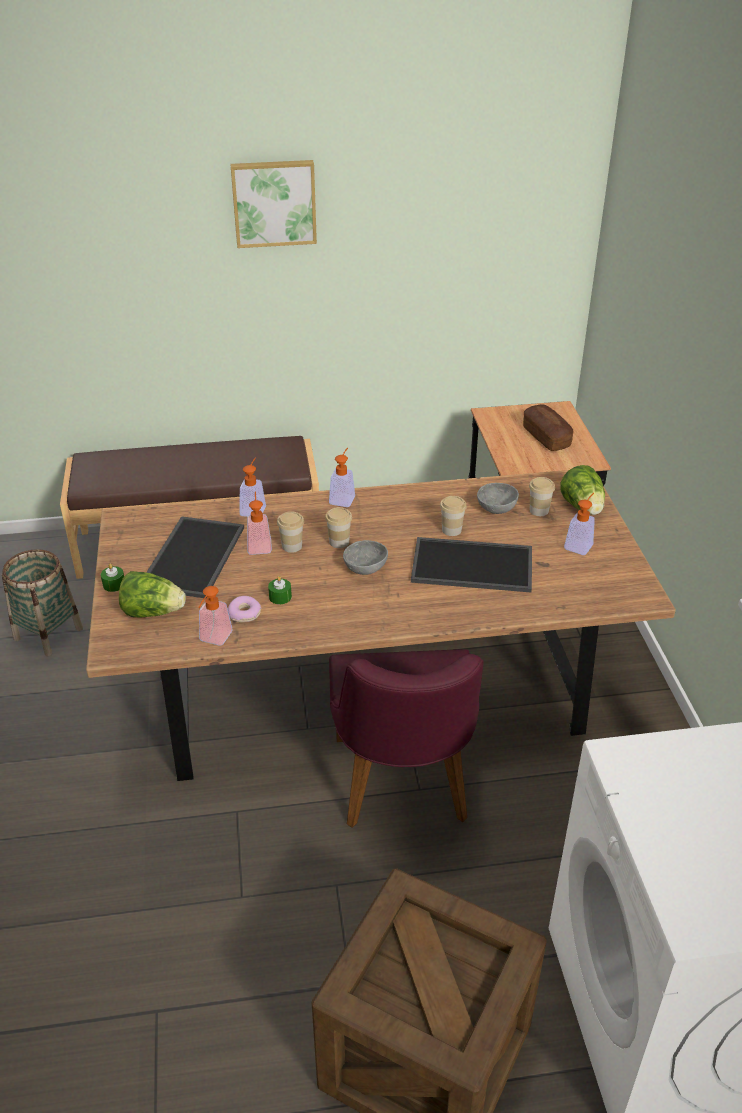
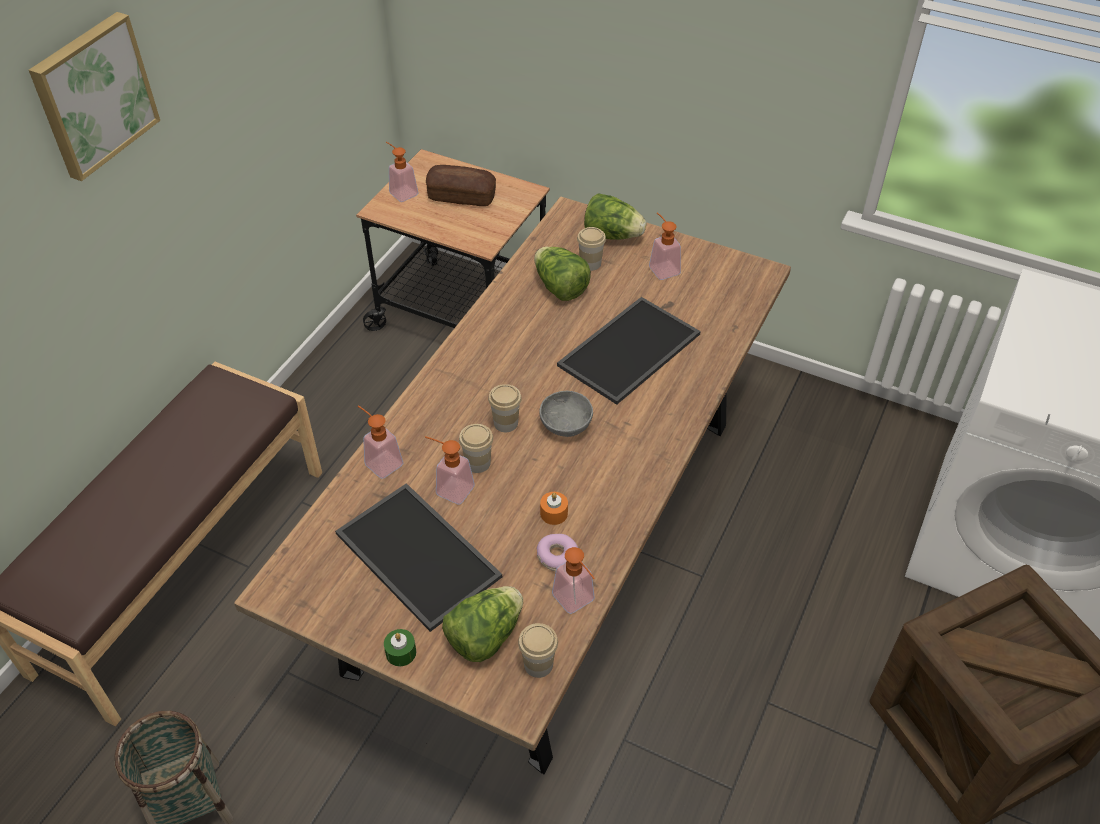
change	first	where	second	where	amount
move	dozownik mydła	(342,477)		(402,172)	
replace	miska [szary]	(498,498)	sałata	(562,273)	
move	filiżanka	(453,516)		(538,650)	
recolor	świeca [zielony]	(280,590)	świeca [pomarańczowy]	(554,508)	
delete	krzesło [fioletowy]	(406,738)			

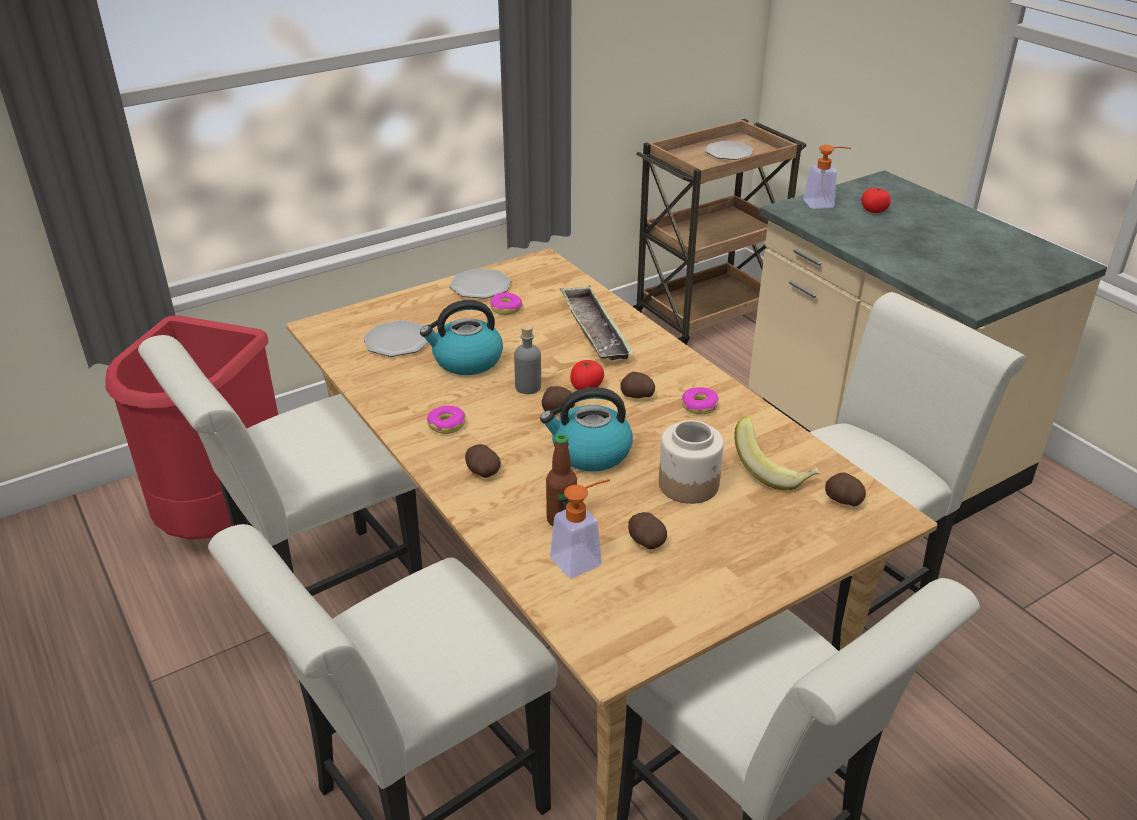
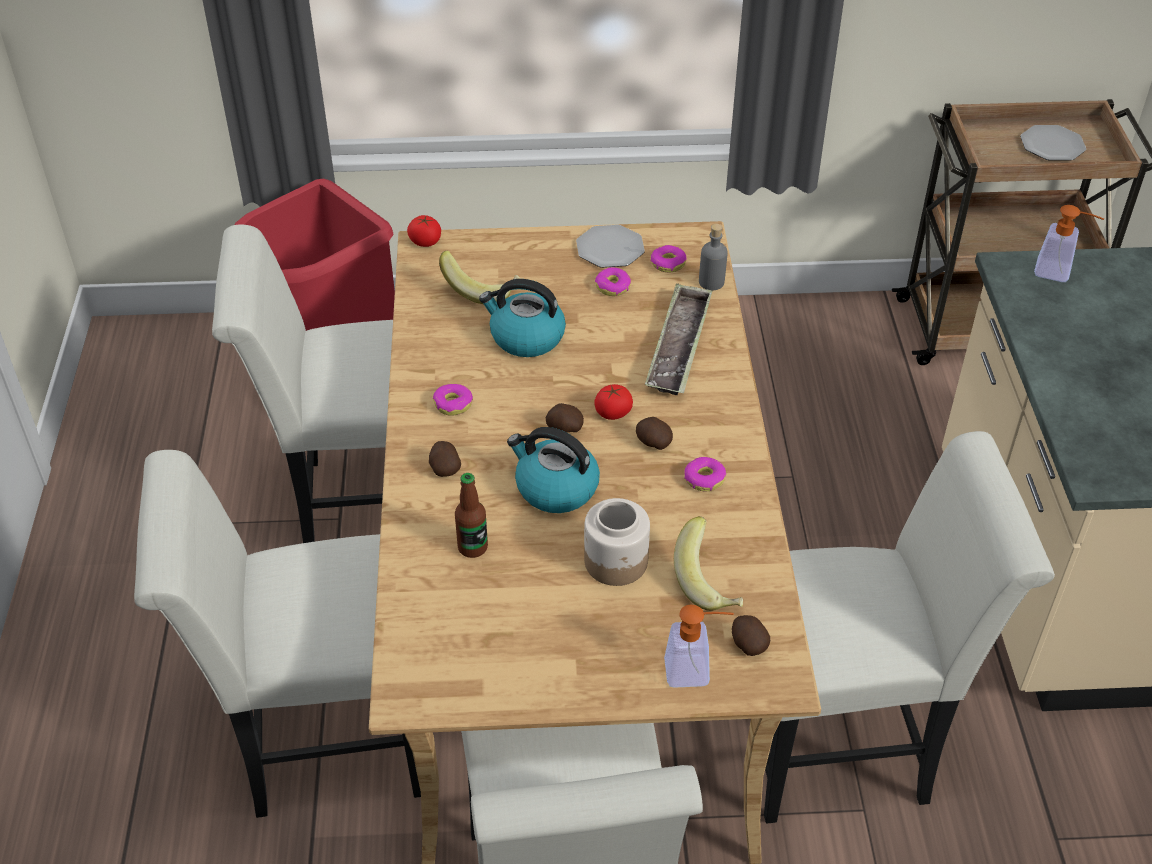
change	first	where	second	where	amount
move	pomidor	(876,200)		(424,231)	
replace	talerz	(395,338)	banan	(480,277)	
move	butelka [szary]	(527,359)		(713,257)	
move	dozownik mydła	(580,528)		(699,646)	
delete	ziemniak	(647,531)			
insert			donut	(669,258)	

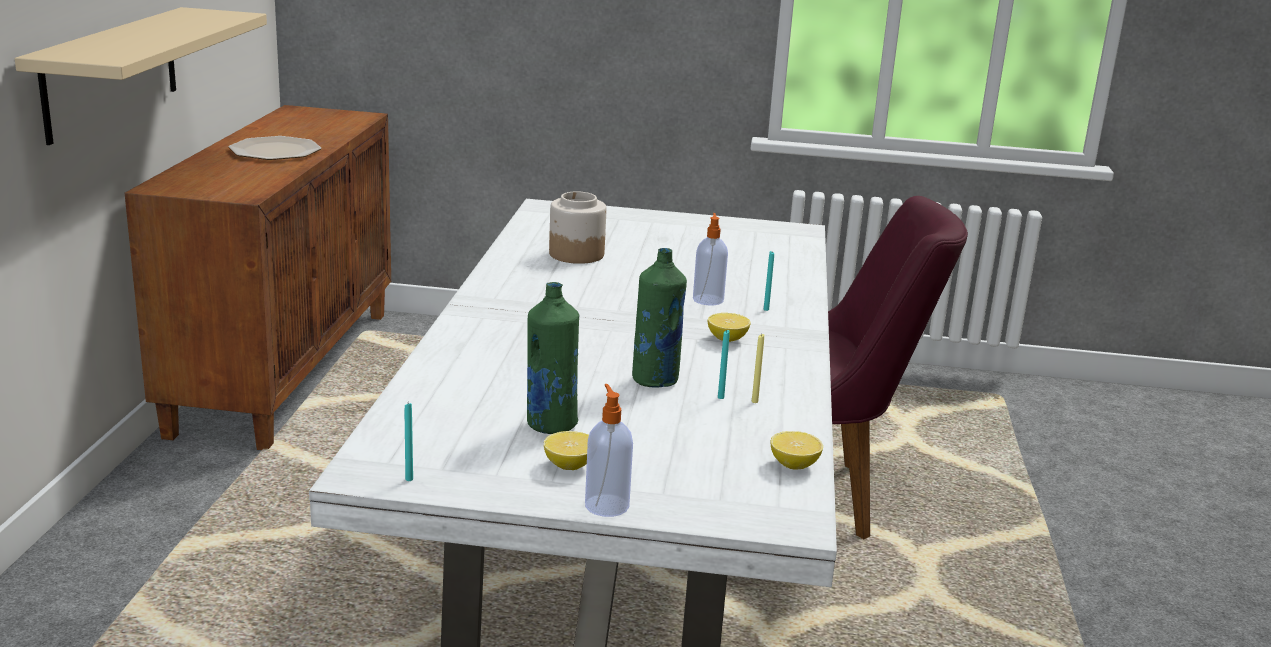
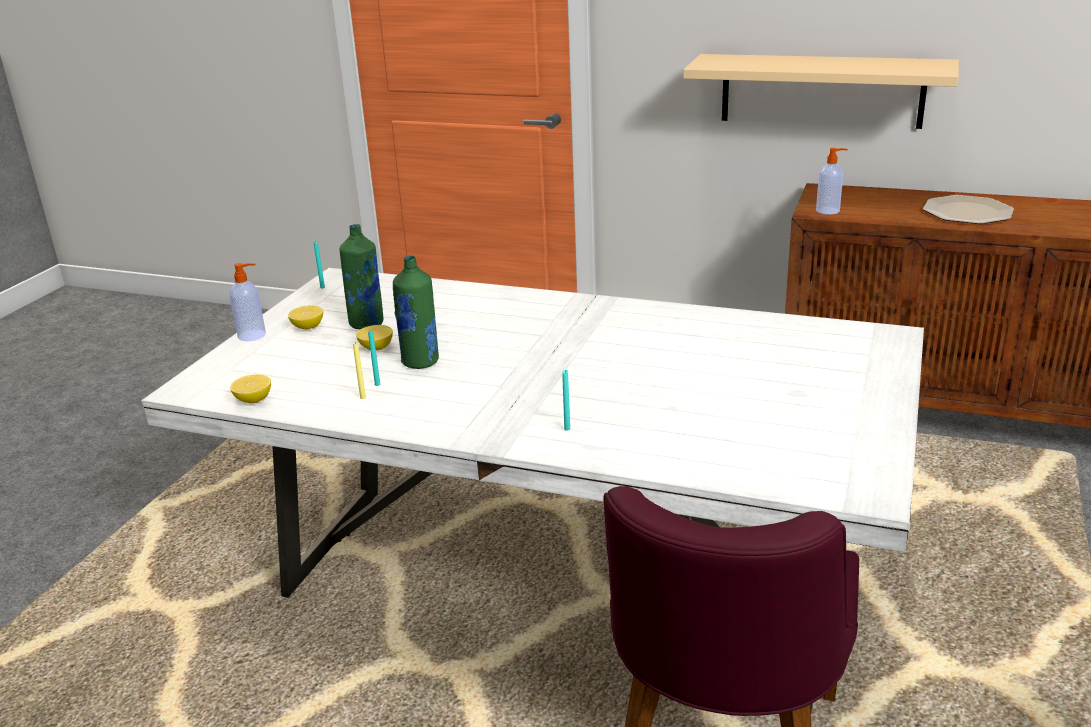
change	first	where	second	where	amount
delete	słoik	(578,227)			
move	dozownik mydła	(710,259)		(832,181)	
move	cytryna	(729,327)		(374,337)	

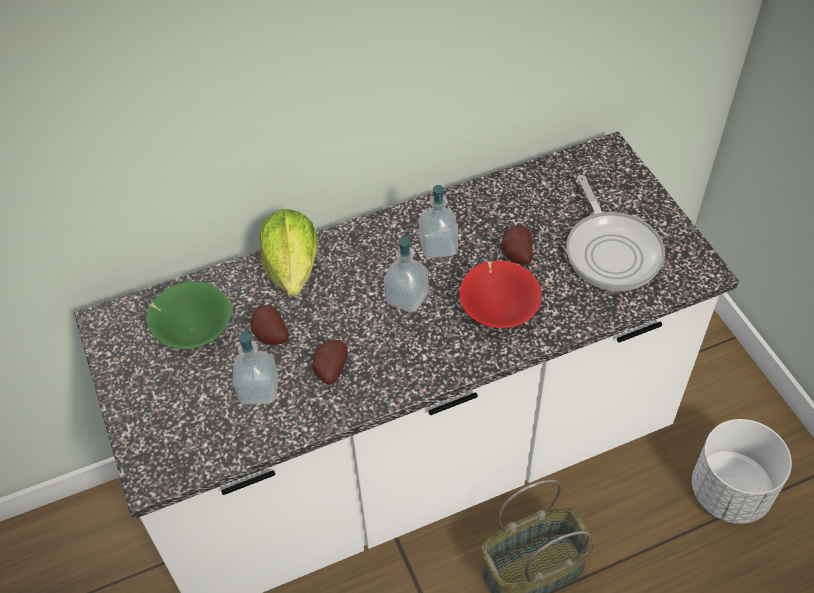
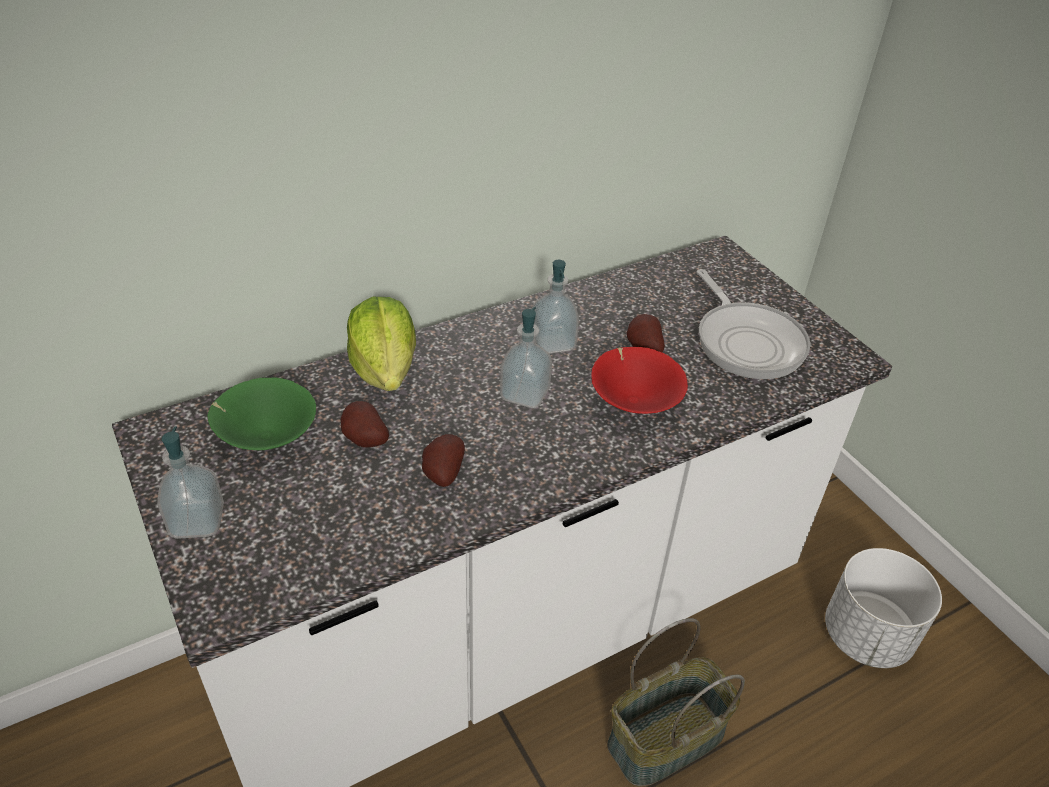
change	first	where	second	where	amount
move	dozownik mydła	(255,366)		(190,483)	

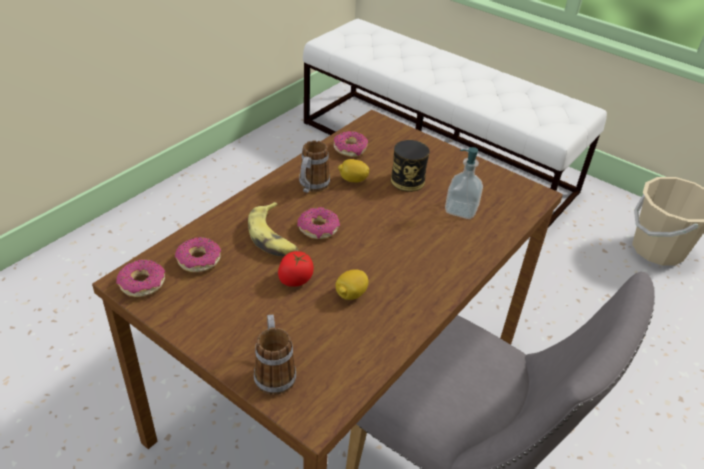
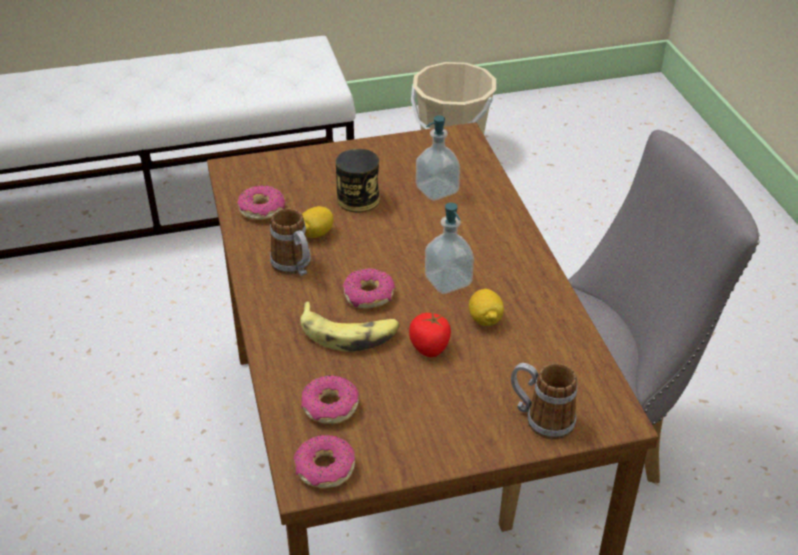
change	first	where	second	where	amount
insert			dozownik mydła	(449,248)	

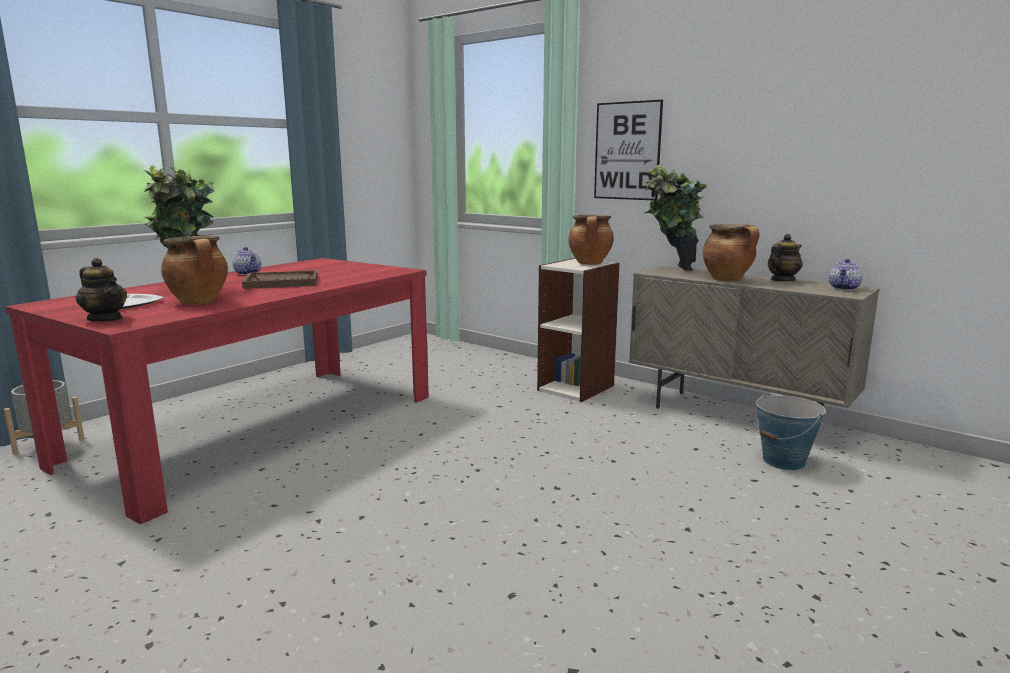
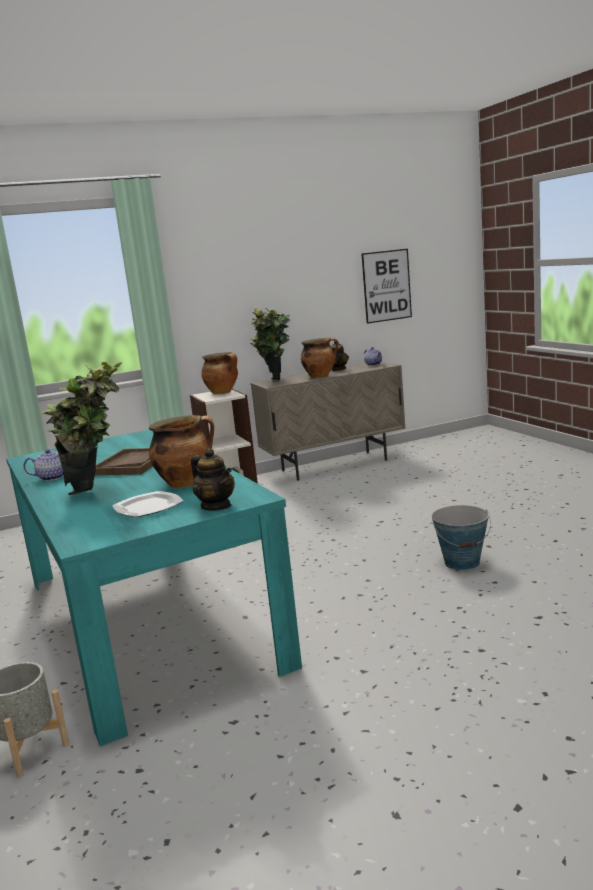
change	first	where	second	where	amount
move	obraz	(628,150)		(387,286)	
recolor	stół jadalny [czerwony]	(217,391)	stół jadalny [turkusowy]	(154,588)	
rotate	imbryk	(101,290)		(213,479)	75 degrees clockwise
move	wiadro	(789,432)		(461,537)	

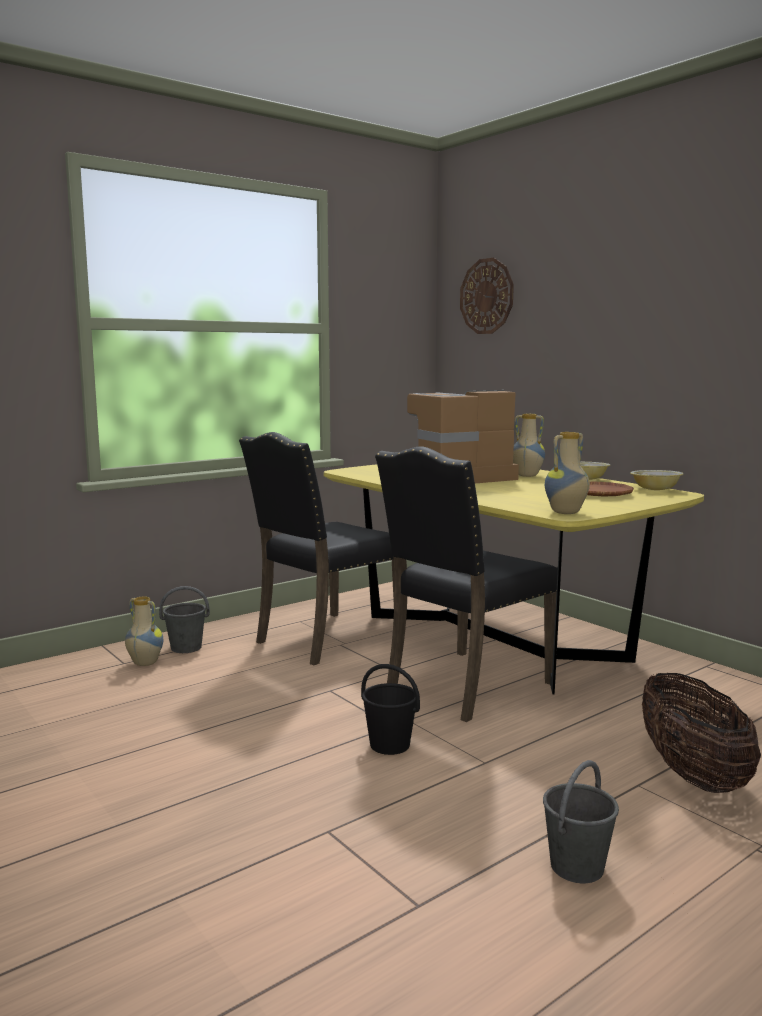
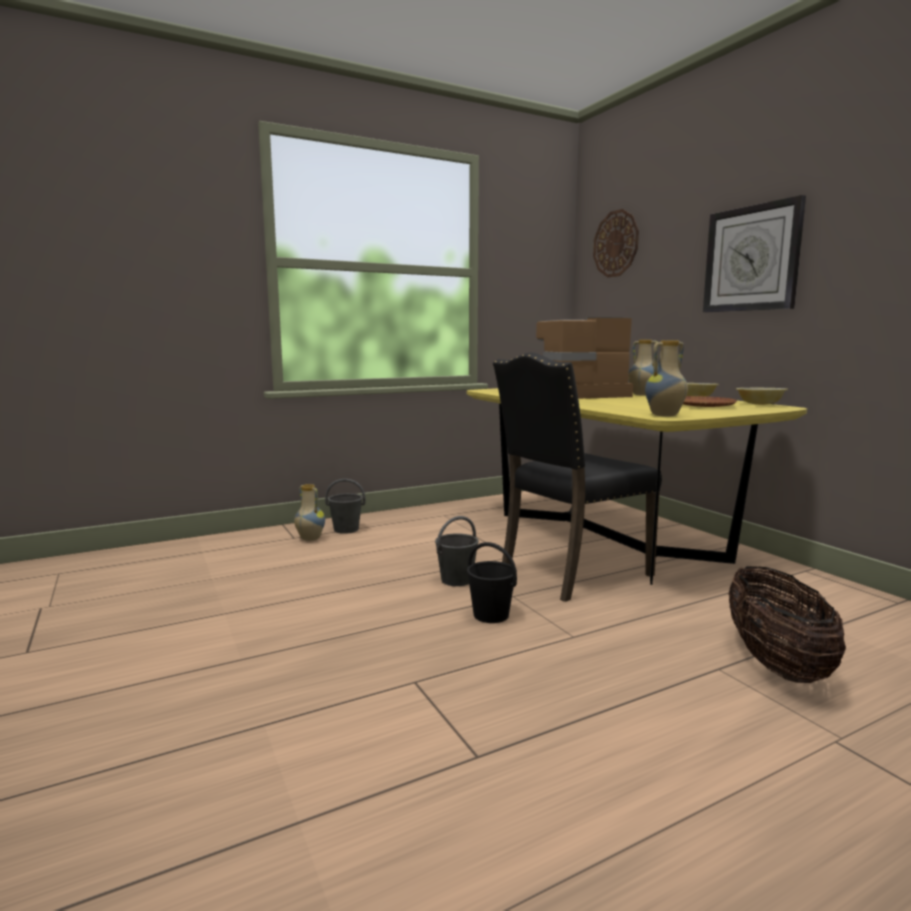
change	first	where	second	where	amount
delete	krzesło [czarny]	(317,548)			
move	wiadro [szary]	(581,821)		(457,551)	
insert			zegar ścienny	(754,253)	

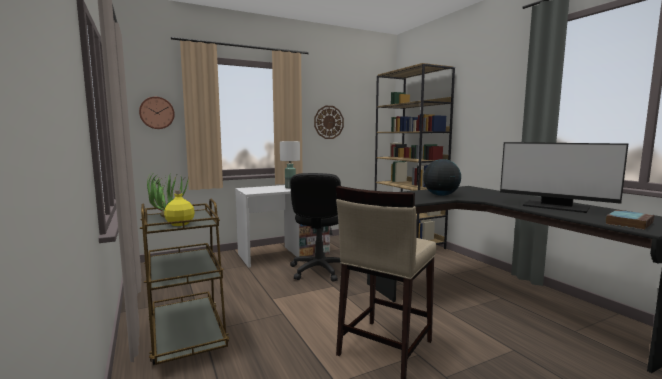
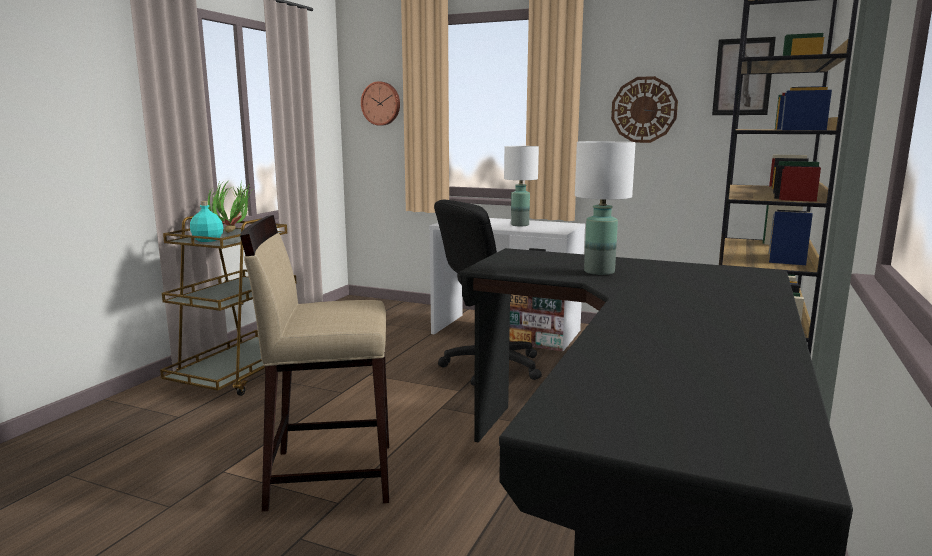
change	first	where	second	where	amount
delete	monitor	(564,177)			
replace	globus	(442,177)	lampa stołowa [biały]	(605,208)	
recolor	butelka [żółty]	(179,208)	butelka [turkusowy]	(206,221)	
delete	książka	(630,220)			
insert			obraz	(744,76)	

